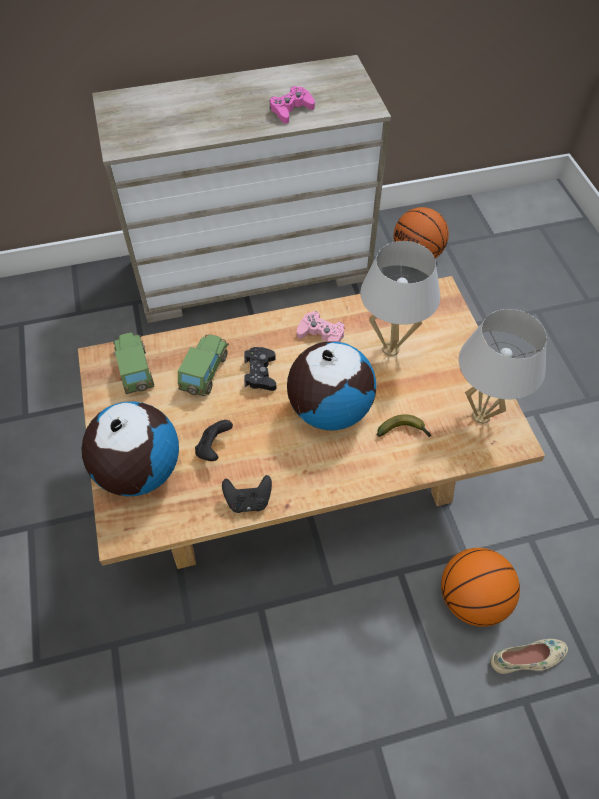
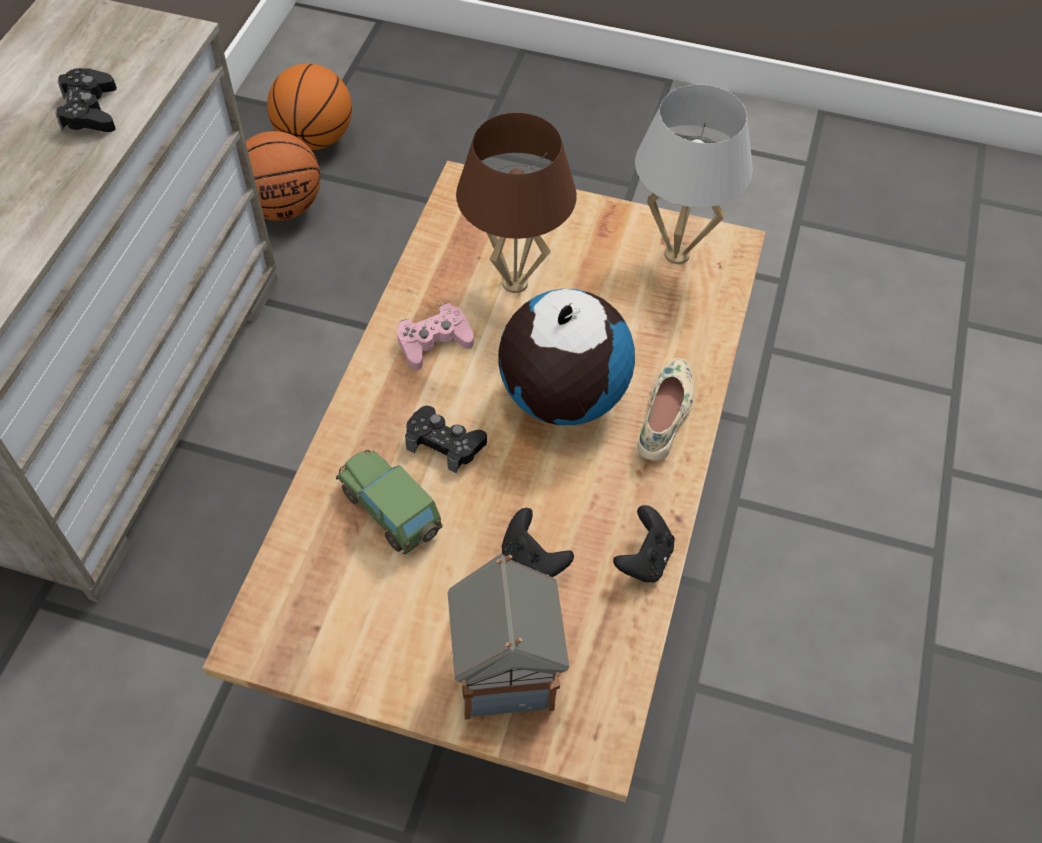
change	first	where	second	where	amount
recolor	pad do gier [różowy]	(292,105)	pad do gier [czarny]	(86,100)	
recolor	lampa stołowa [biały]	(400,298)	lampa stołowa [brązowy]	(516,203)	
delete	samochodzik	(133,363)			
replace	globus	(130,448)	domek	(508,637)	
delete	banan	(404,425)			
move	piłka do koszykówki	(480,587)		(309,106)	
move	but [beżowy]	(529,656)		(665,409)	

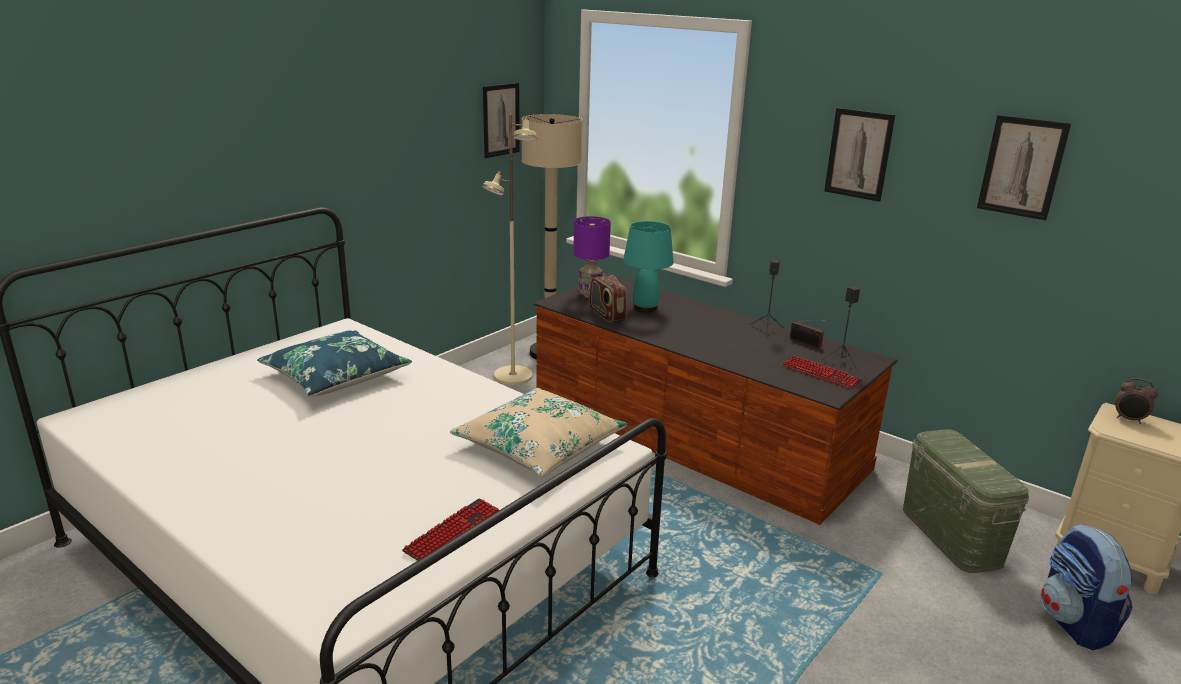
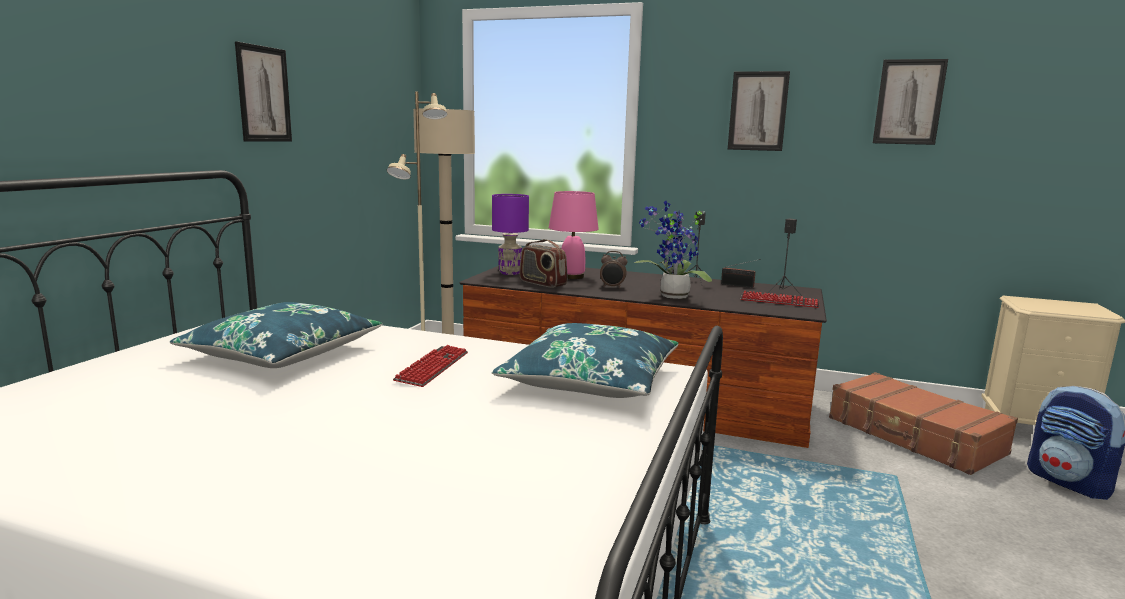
change	first	where	second	where	amount
move	obraz	(501,120)		(263,91)	
recolor	lampa stołowa [turkusowy]	(648,266)	lampa stołowa [różowy]	(574,235)	
move	budzik	(1136,401)		(613,269)	
recolor	poduszka [beżowy]	(539,432)	poduszka [niebieski]	(585,360)	
replace	pojemnik do przechowywania [zielony]	(966,501)	walizka [brązowy]	(923,423)	
move	klawiatura	(450,529)		(430,366)	
insert			roślina doniczkowa	(673,250)	

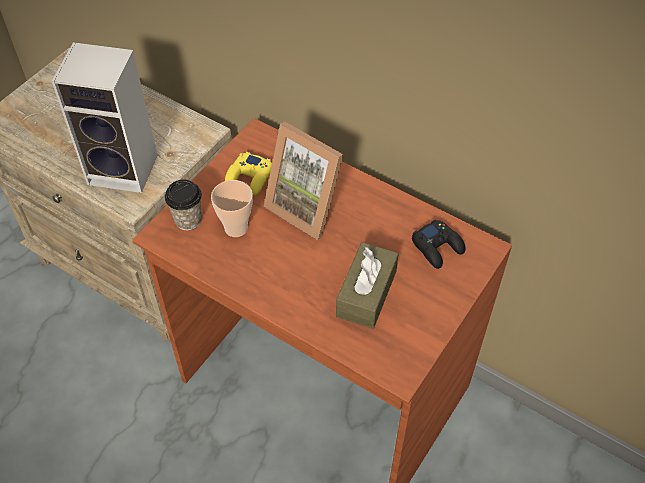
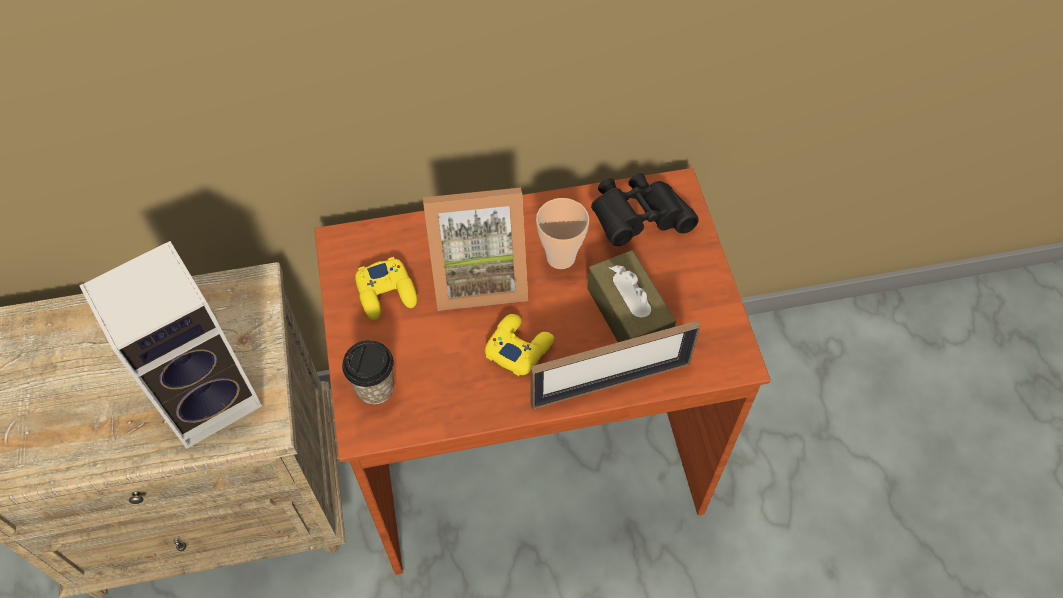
change	first	where	second	where	amount
move	filiżanka	(232,208)		(562,233)	
replace	pad do gier [czarny]	(439,244)	lornetka [czarny]	(645,209)	
insert			pad do gier [żółty]	(519,345)	
insert			ramka na zdjęcie	(615,365)	

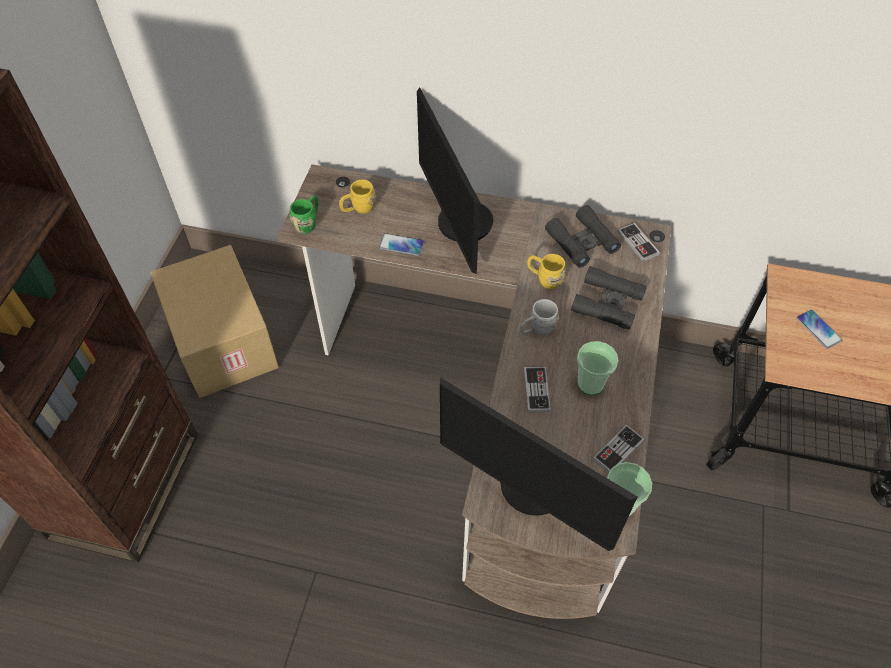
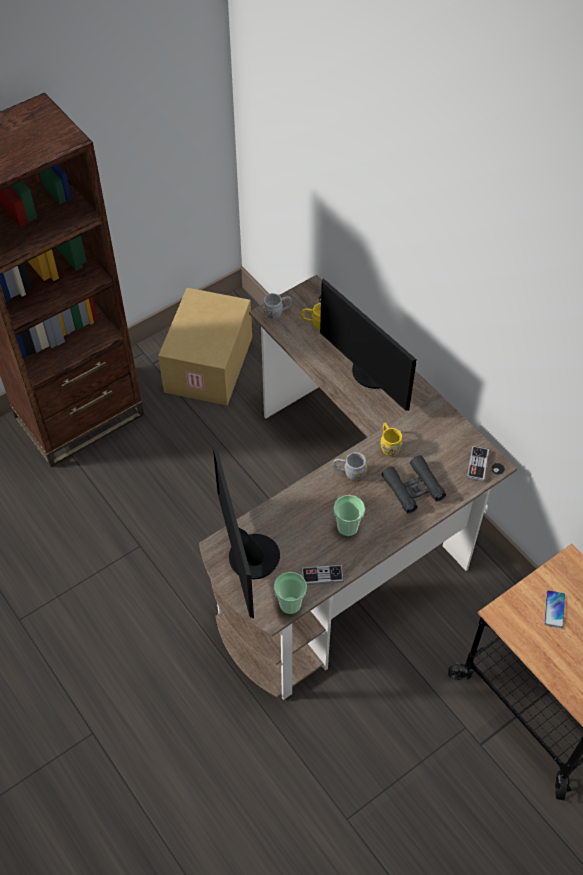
change	first	where	second	where	amount
rotate	monitor	(455,181)		(368,344)	60 degrees counterclockwise
recolor	kubek [zielony]	(304,214)	kubek [szary]	(277,306)	
delete	lornetka [czarny]	(583,236)			
delete	telefon	(401,244)			
delete	pad do gier	(537,389)			

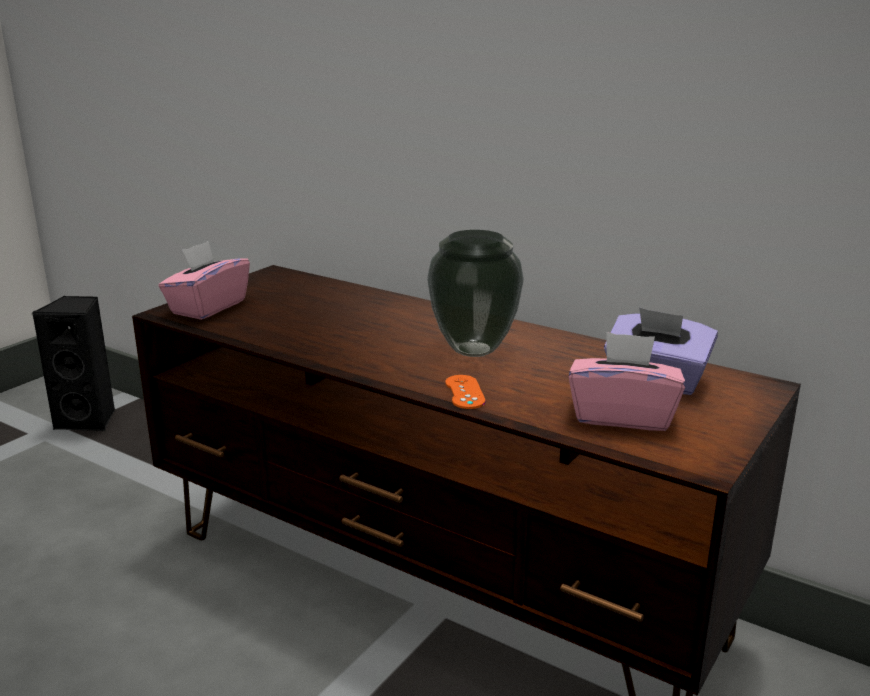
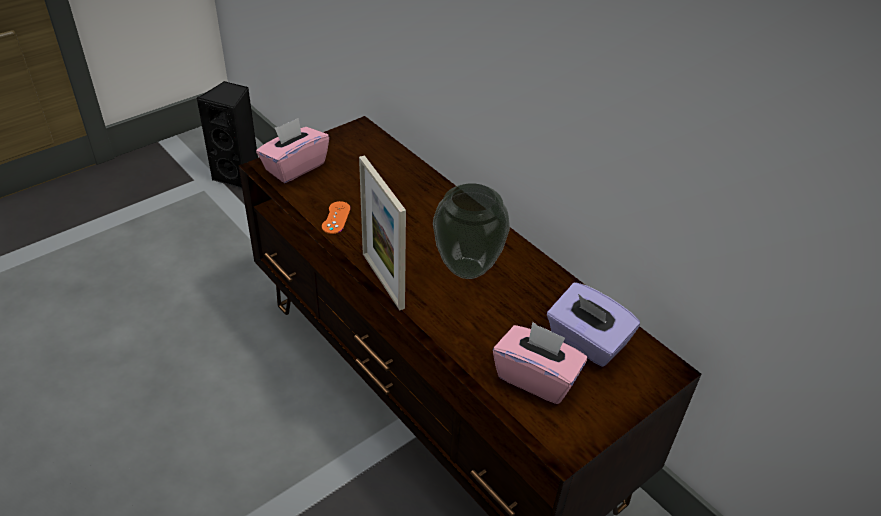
change	first	where	second	where	amount
move	pad do gier [pomarańczowy]	(465,392)		(336,217)	
insert			ramka na zdjęcie	(382,232)	

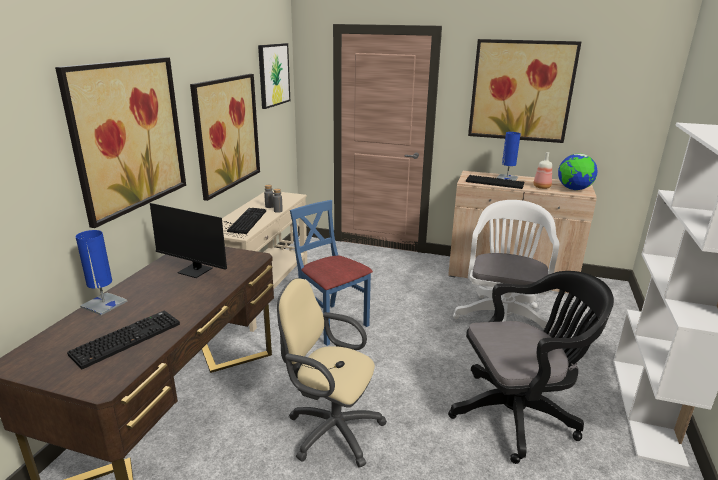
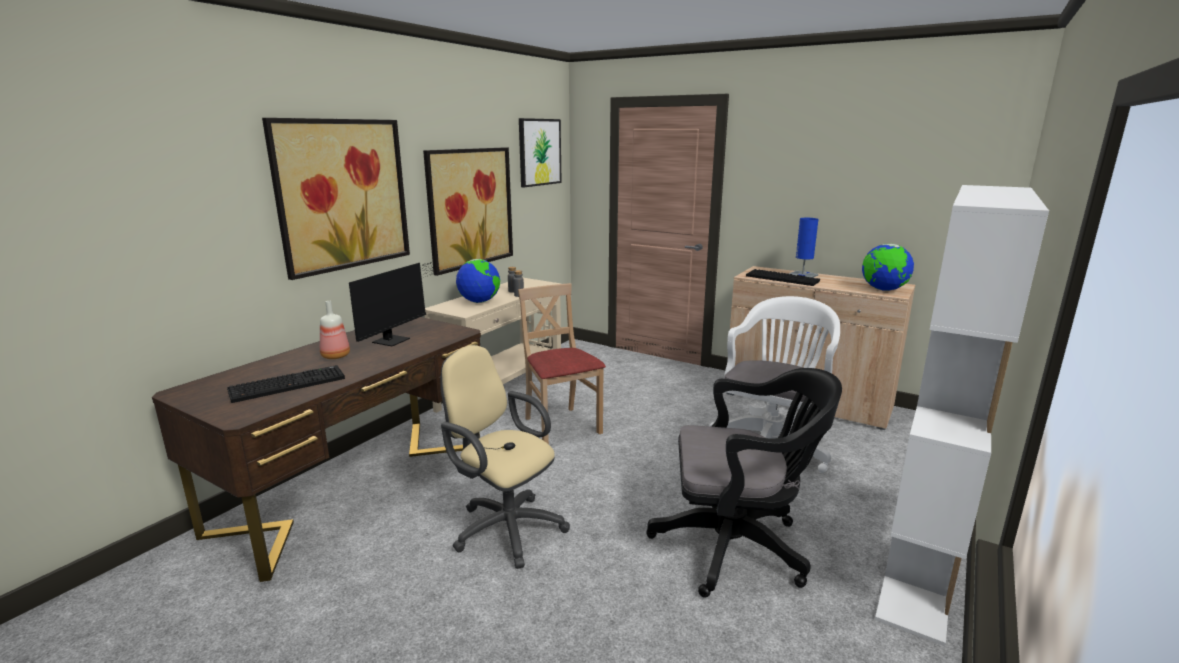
change	first	where	second	where	amount
delete	obraz	(524,91)			
move	butelka	(542,170)		(335,330)	
recolor	krzesło [niebieski]	(331,273)	krzesło [beżowy]	(562,363)	
rotate	monitor	(199,240)		(394,304)	105 degrees counterclockwise
replace	klawiatura	(246,221)	globus	(478,281)	
delete	lampa stołowa [niebieski]	(101,272)			

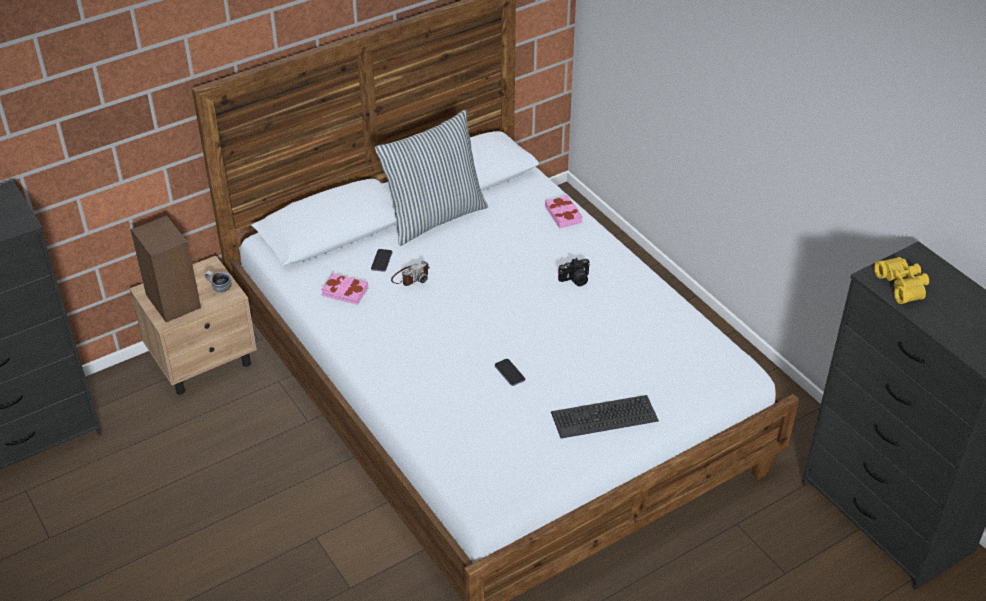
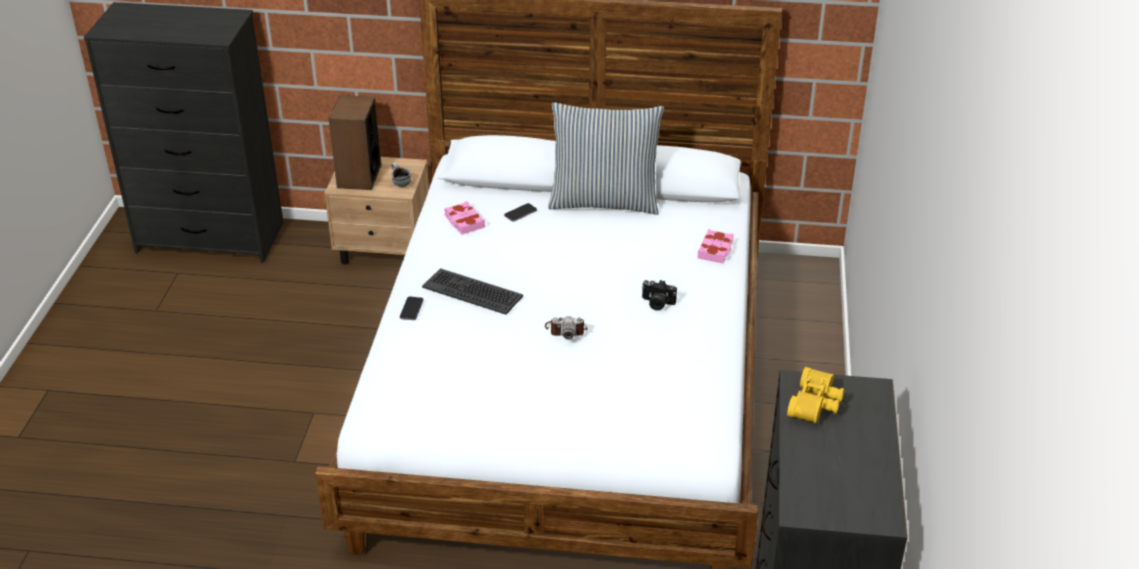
change	first	where	second	where	amount
move	aparat fotograficzny	(410,273)		(566,328)	
move	telefon	(510,372)		(412,308)	
move	klawiatura	(605,416)		(472,291)	

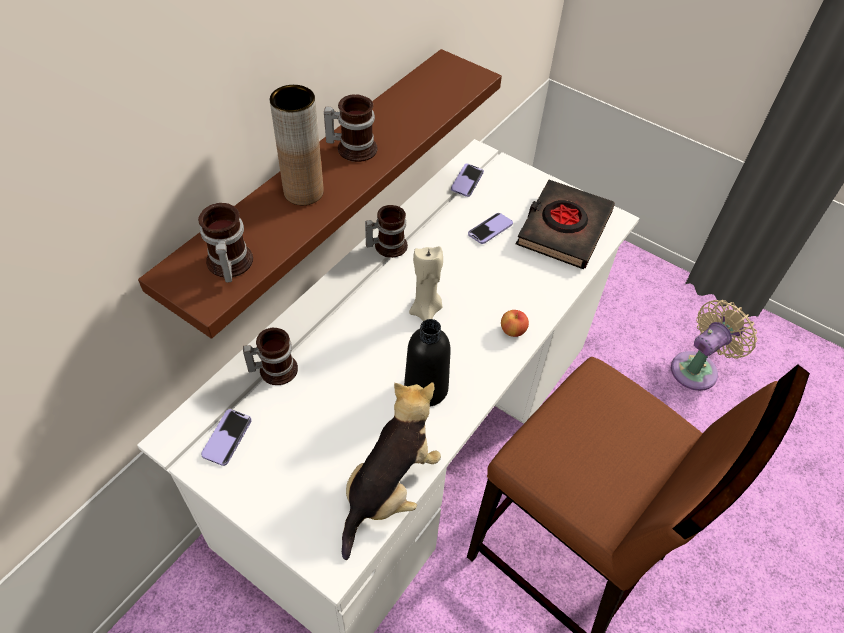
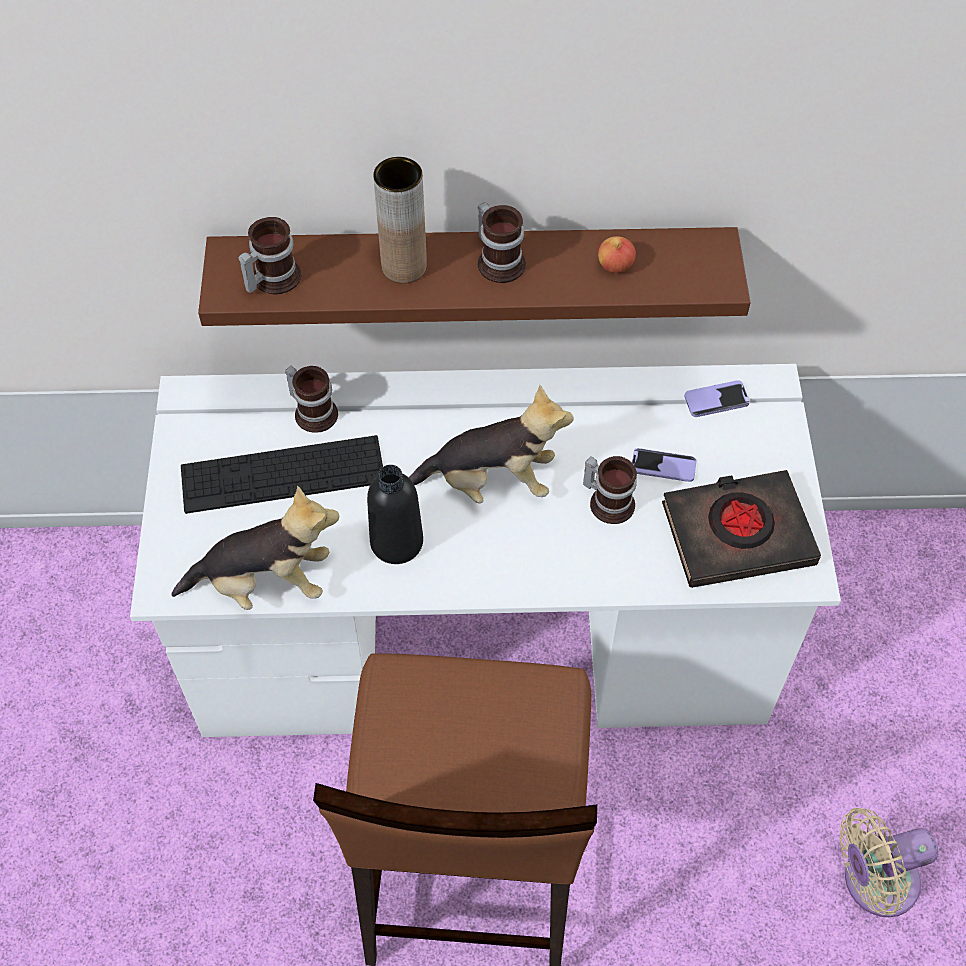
change	first	where	second	where	amount
move	kubek	(386,231)		(610,490)	
replace	świeca [beżowy]	(426,283)	pluszak	(491,444)	
rotate	wentylator [beżowy]	(714,345)		(888,862)	150 degrees clockwise
move	jabłko	(515,323)		(617,254)	
delete	telefon	(226,437)			
insert			klawiatura	(282,474)	

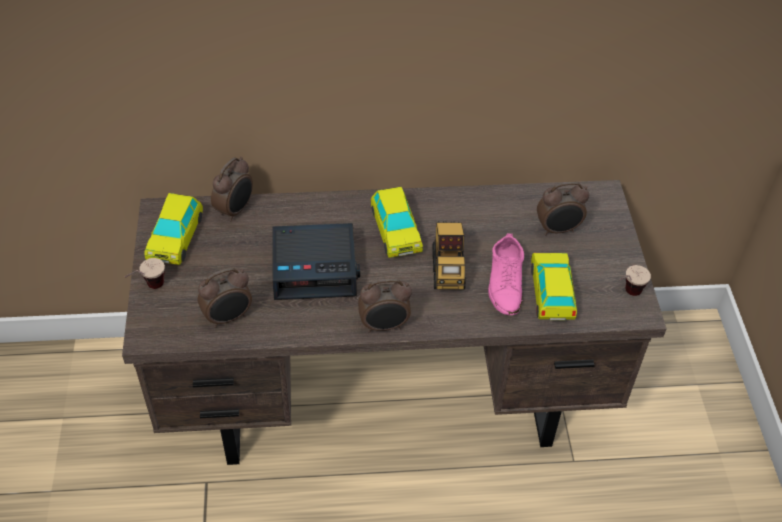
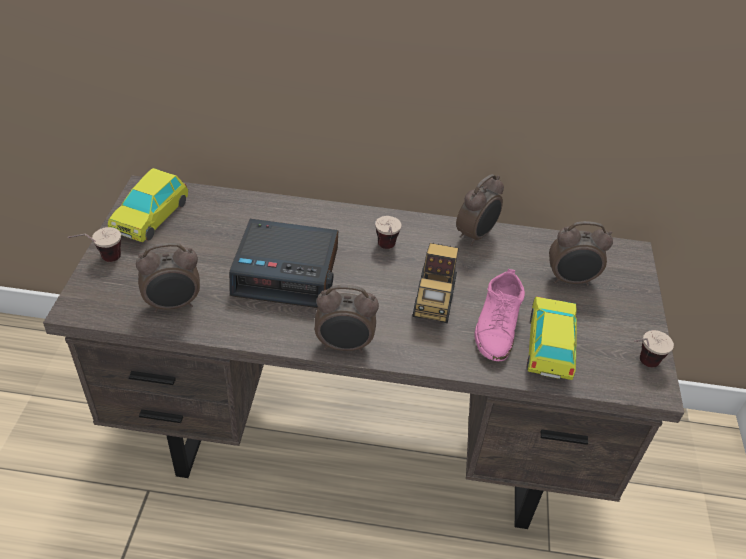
change	first	where	second	where	amount
move	budzik	(232,189)		(480,210)	
replace	samochodzik	(397,222)	filiżanka	(388,232)	

